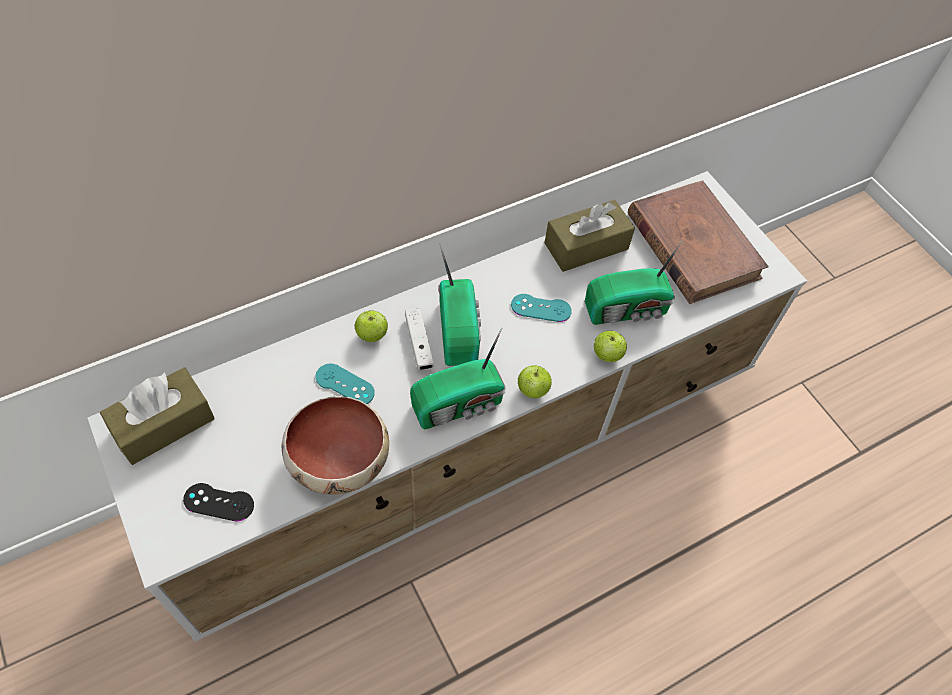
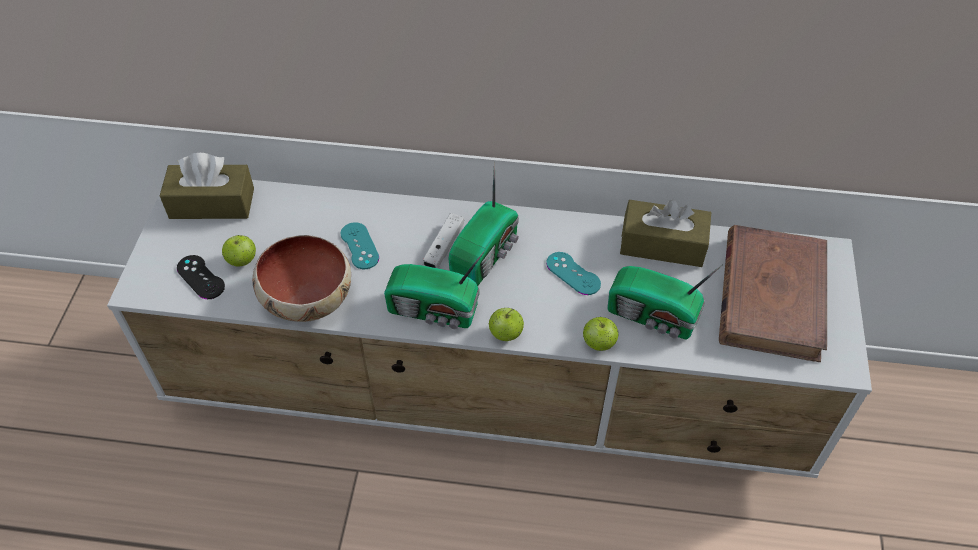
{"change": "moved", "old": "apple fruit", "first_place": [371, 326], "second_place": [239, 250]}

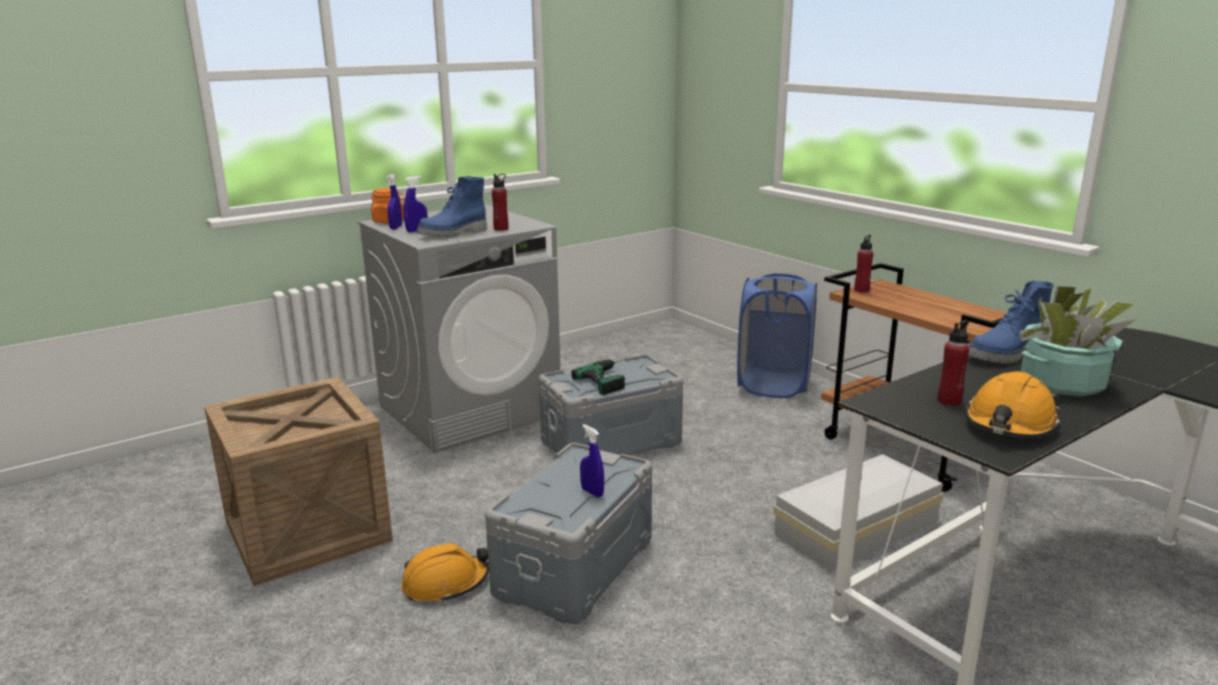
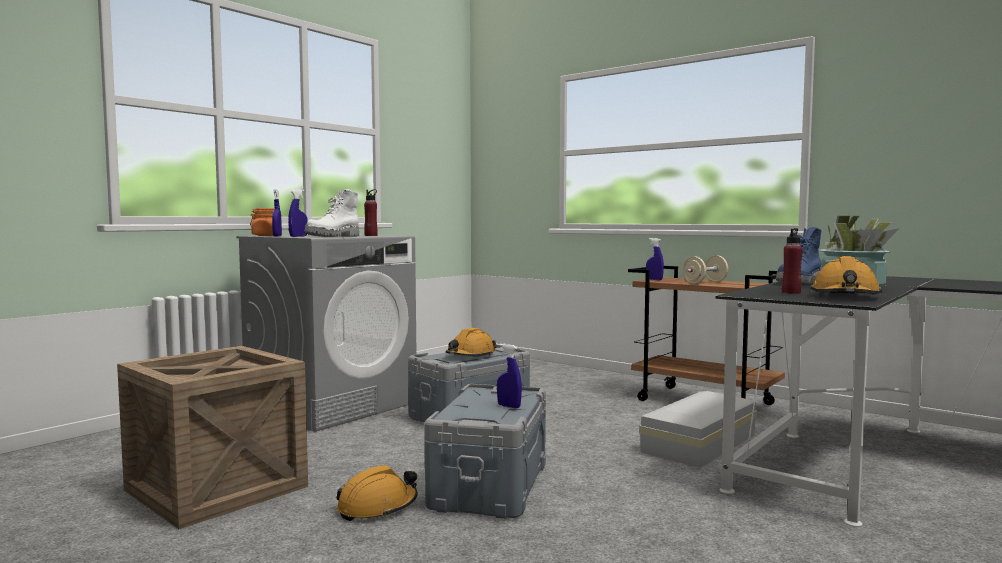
{"change": "recoloured", "old": "boot (blue)", "new": "boot (whitish)", "first_place": [452, 207], "second_place": [331, 213]}
{"change": "replaced", "old": "electric drill", "new": "work helmet (orange)", "first_place": [598, 377], "second_place": [471, 342]}
{"change": "removed", "old": "hamper (blue)", "first_place": [777, 335]}
{"change": "replaced", "old": "bottle (red)", "new": "sprayer (blue)", "first_place": [863, 264], "second_place": [655, 259]}
{"change": "added", "new": "dumbbell (beige-coloured)", "second_place": [705, 269]}

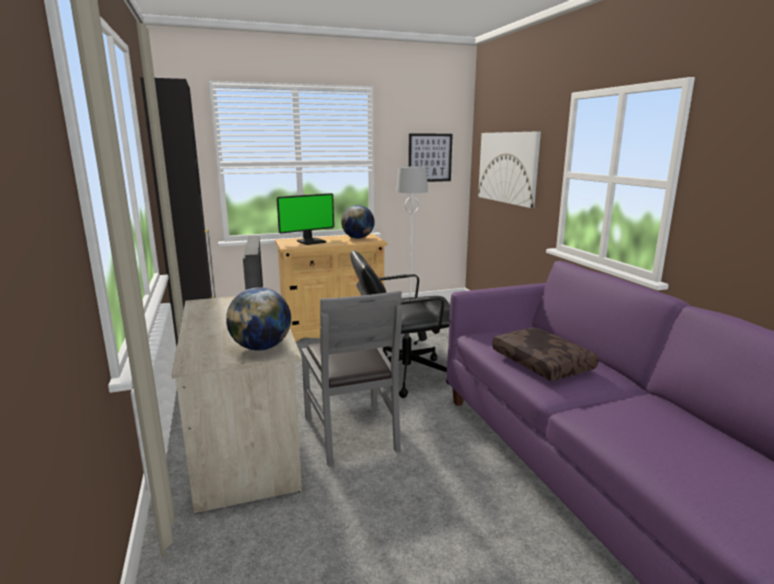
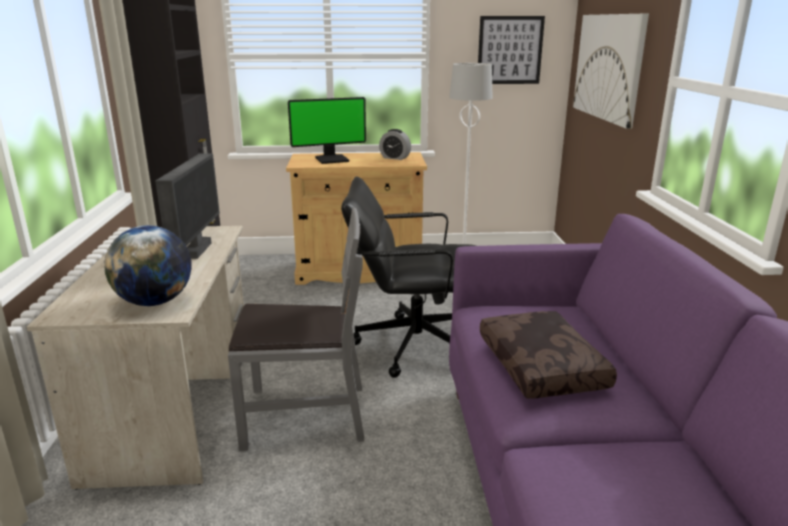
{"change": "turned", "old": "plain chair (gray)", "first_place": [352, 378], "second_place": [296, 329], "degrees": -90}
{"change": "replaced", "old": "globe", "new": "bedside clock", "first_place": [358, 222], "second_place": [395, 144]}

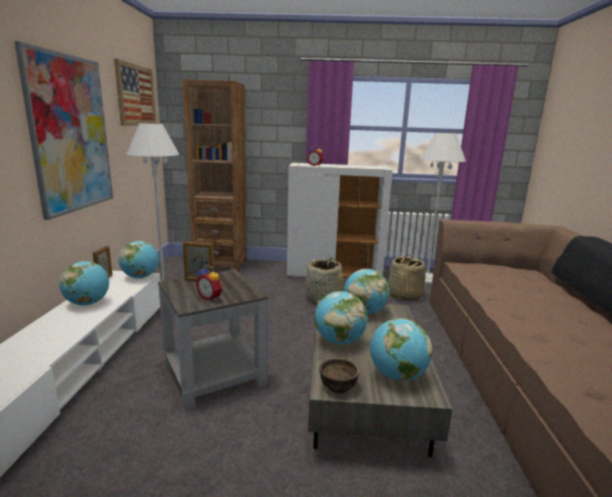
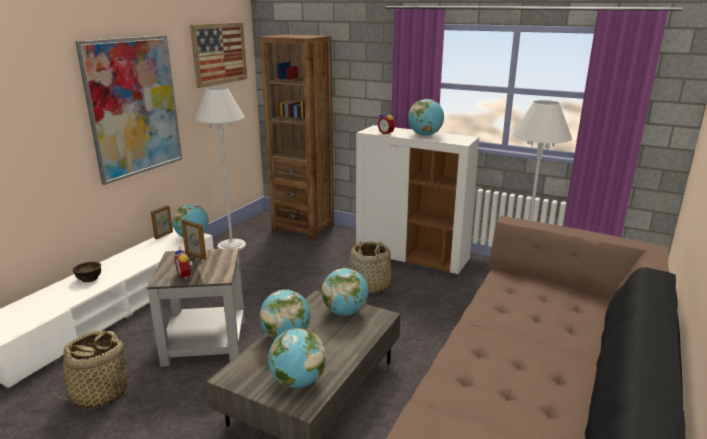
{"change": "moved", "old": "globe", "first_place": [84, 283], "second_place": [426, 117]}
{"change": "moved", "old": "serving bowl (brown)", "first_place": [339, 375], "second_place": [87, 271]}
{"change": "moved", "old": "household basket", "first_place": [406, 277], "second_place": [92, 369]}

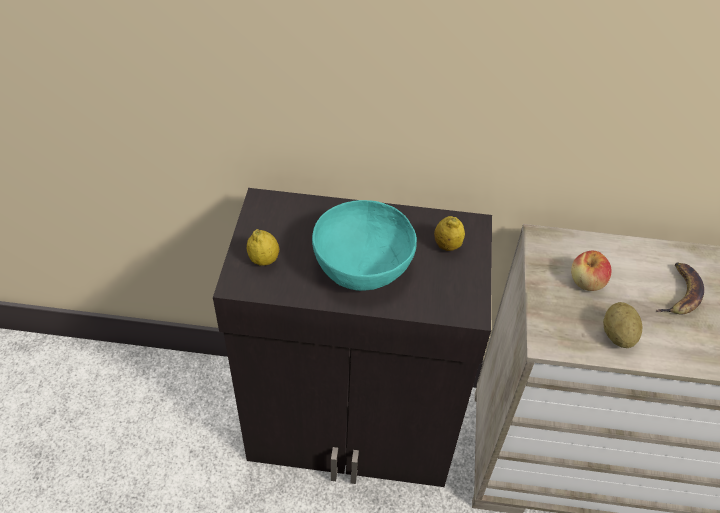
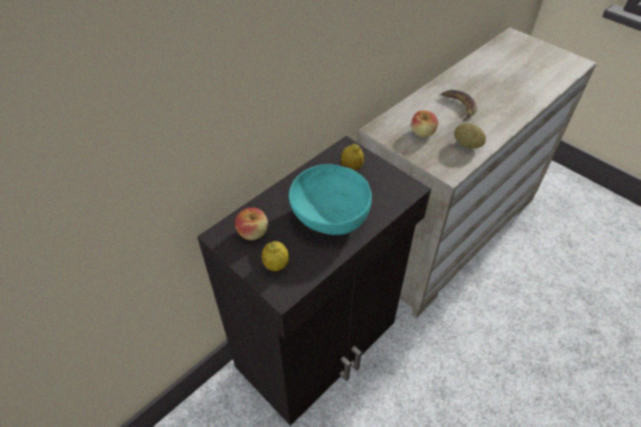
{"change": "added", "new": "apple fruit", "second_place": [251, 223]}

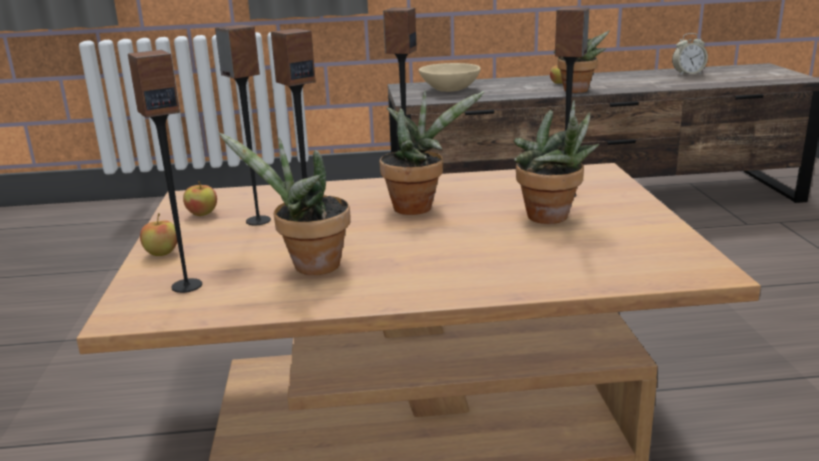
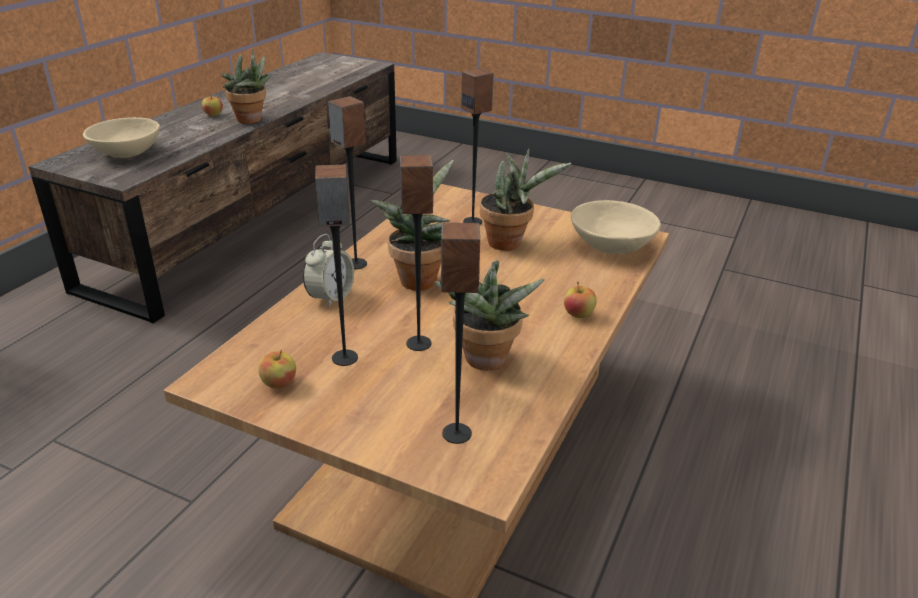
{"change": "moved", "old": "apple fruit", "first_place": [158, 234], "second_place": [580, 300]}
{"change": "moved", "old": "bedside clock", "first_place": [690, 54], "second_place": [328, 271]}
{"change": "added", "new": "serving bowl (beige-coloured)", "second_place": [616, 227]}

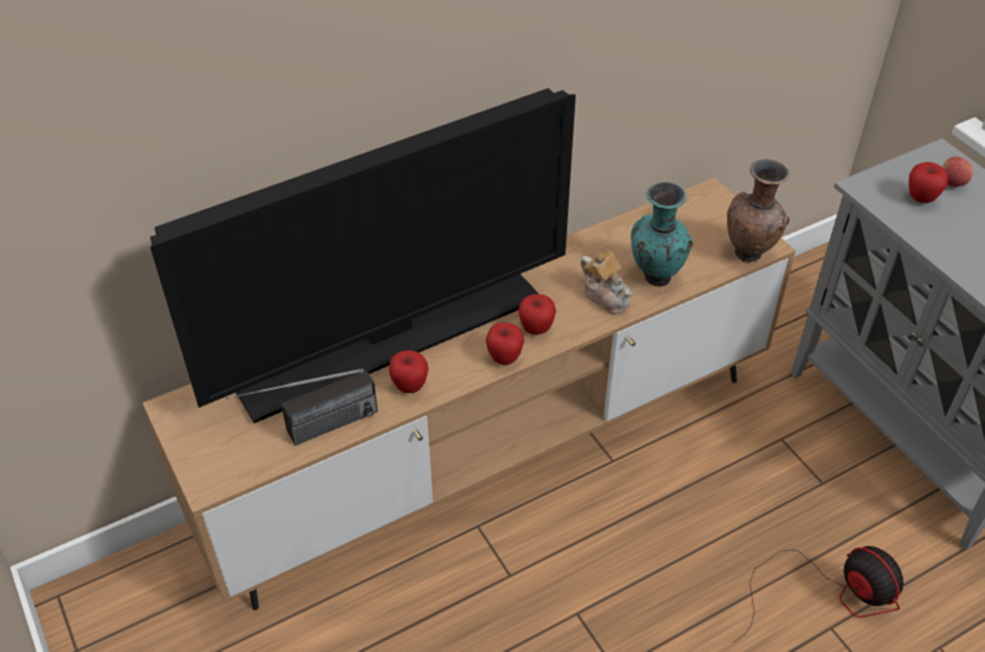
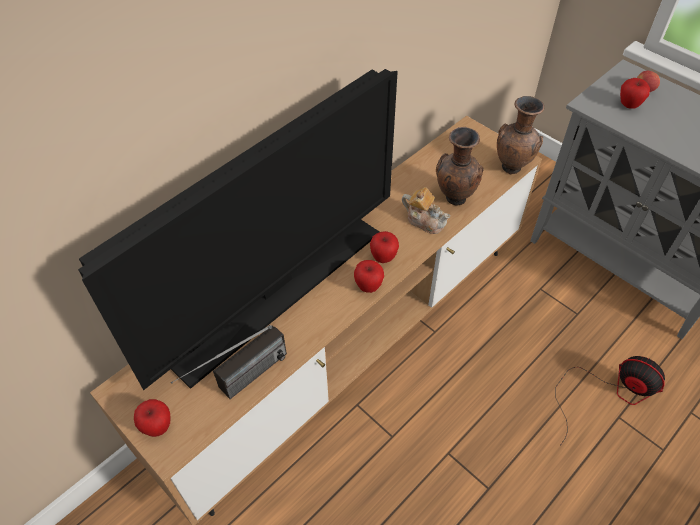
{"change": "moved", "old": "apple fruit", "first_place": [408, 371], "second_place": [152, 418]}
{"change": "recoloured", "old": "vase (turquoise-coloured)", "new": "vase (brown)", "first_place": [662, 234], "second_place": [459, 166]}

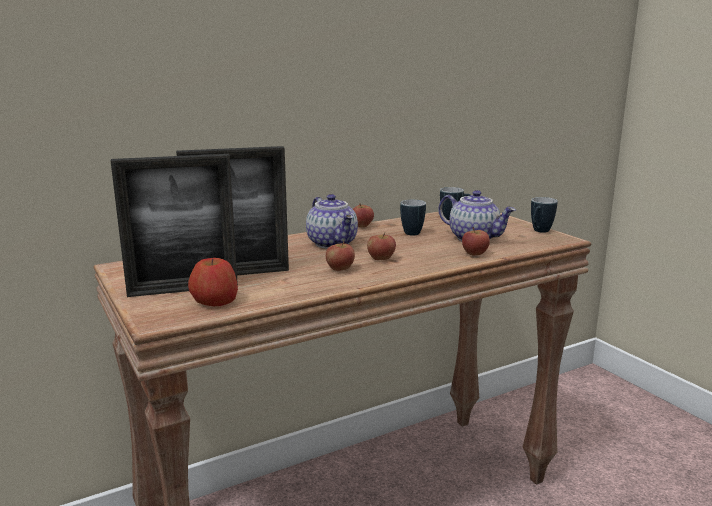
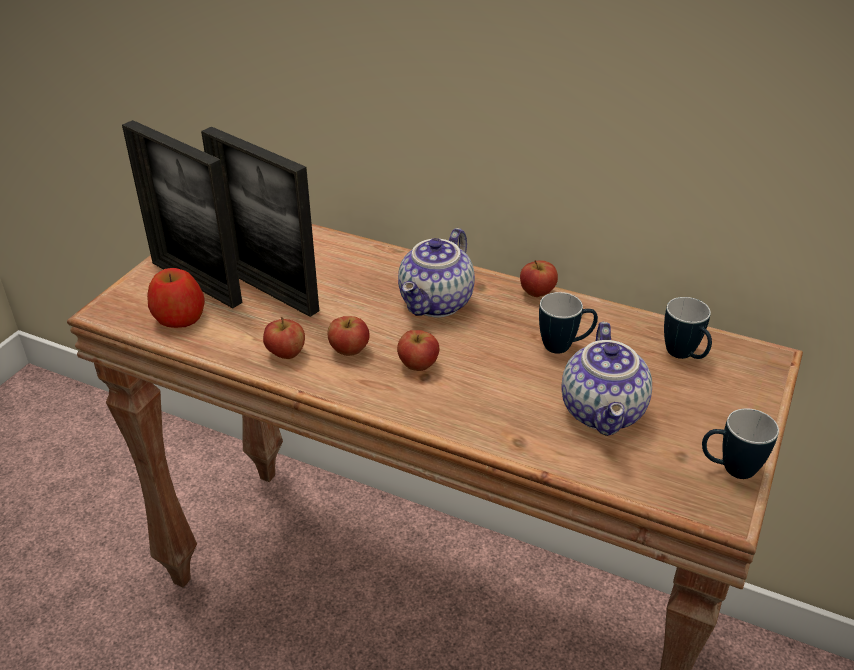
{"change": "moved", "old": "apple fruit", "first_place": [476, 241], "second_place": [284, 338]}

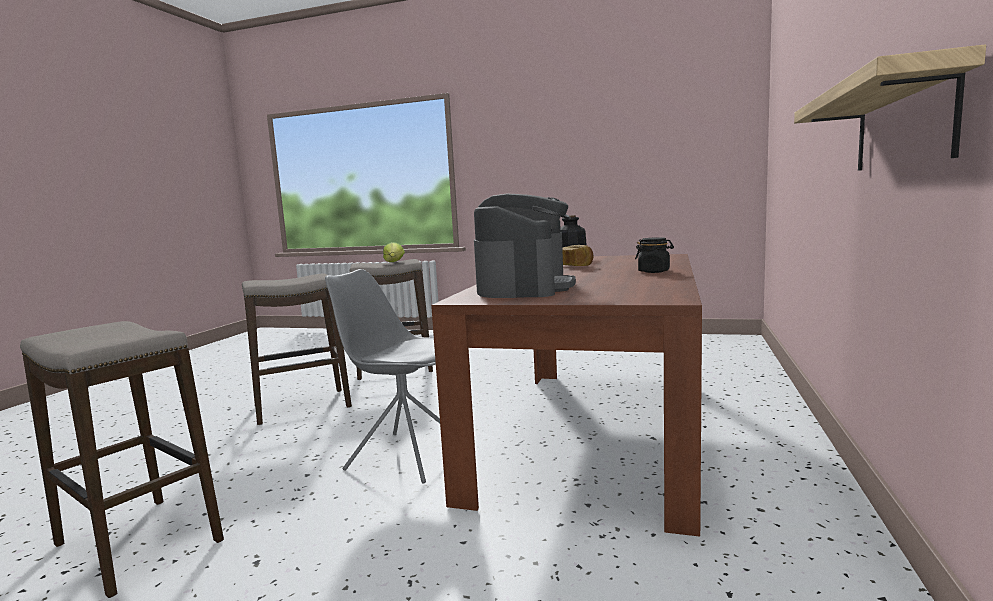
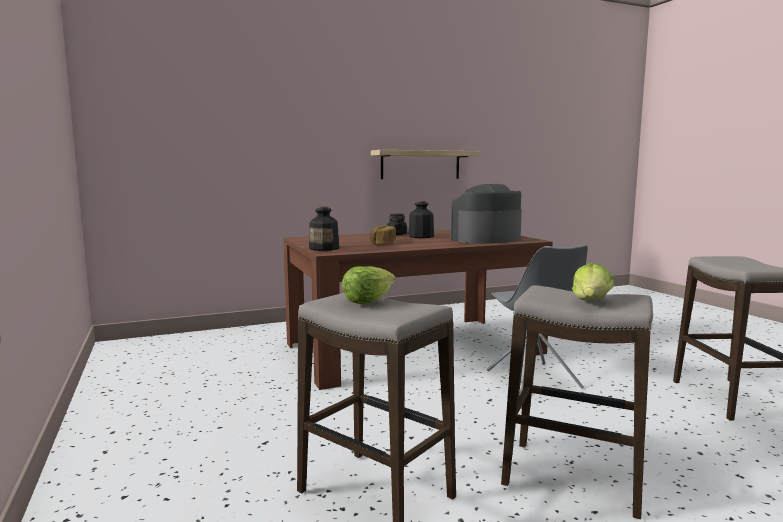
{"change": "added", "new": "bottle", "second_place": [421, 219]}
{"change": "added", "new": "lettuce", "second_place": [593, 281]}

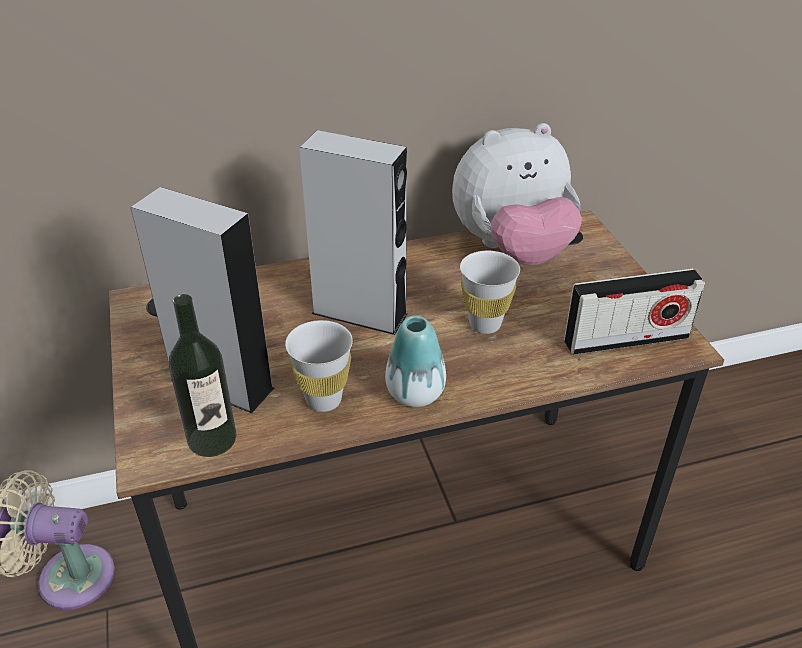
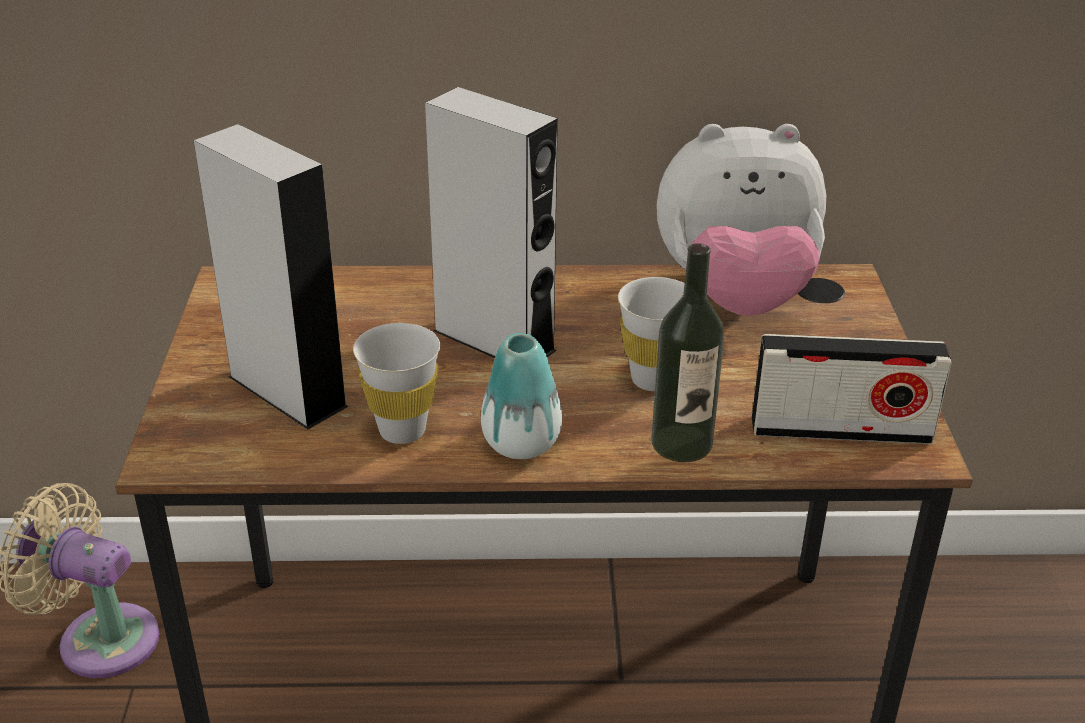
{"change": "moved", "old": "bottle", "first_place": [203, 375], "second_place": [687, 352]}

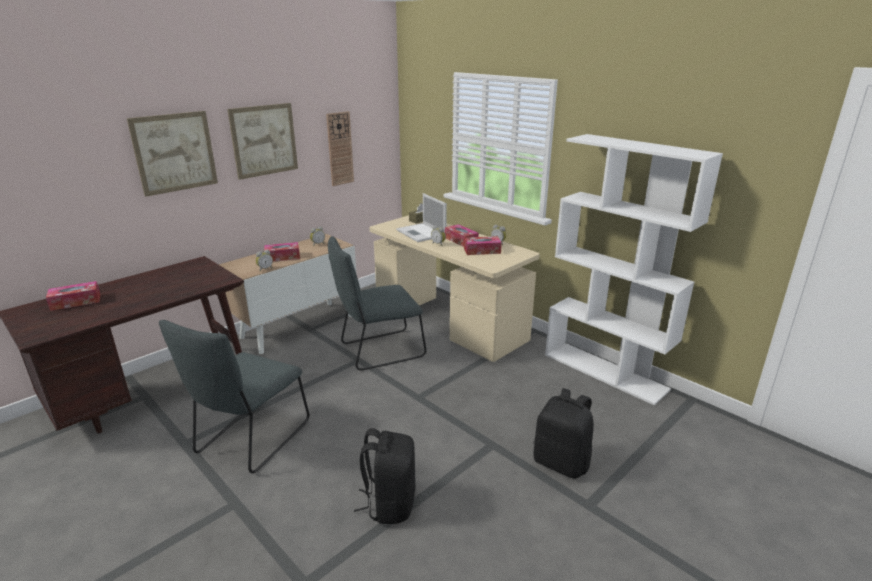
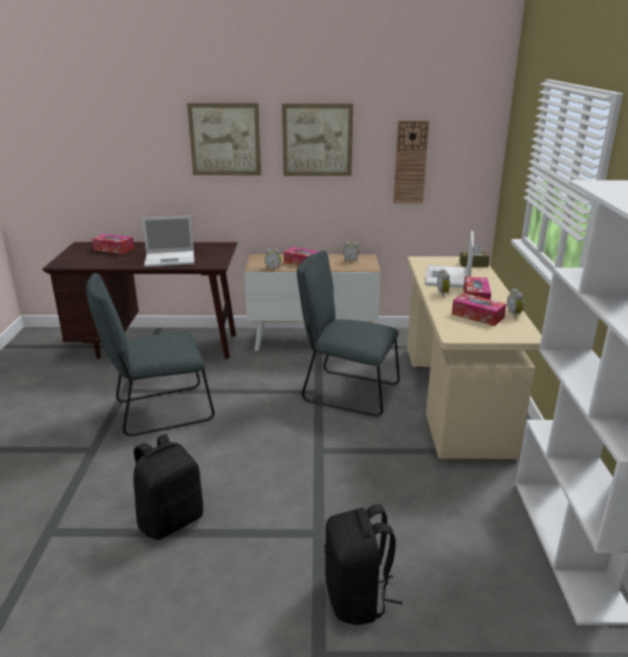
{"change": "added", "new": "portable computer", "second_place": [168, 241]}

